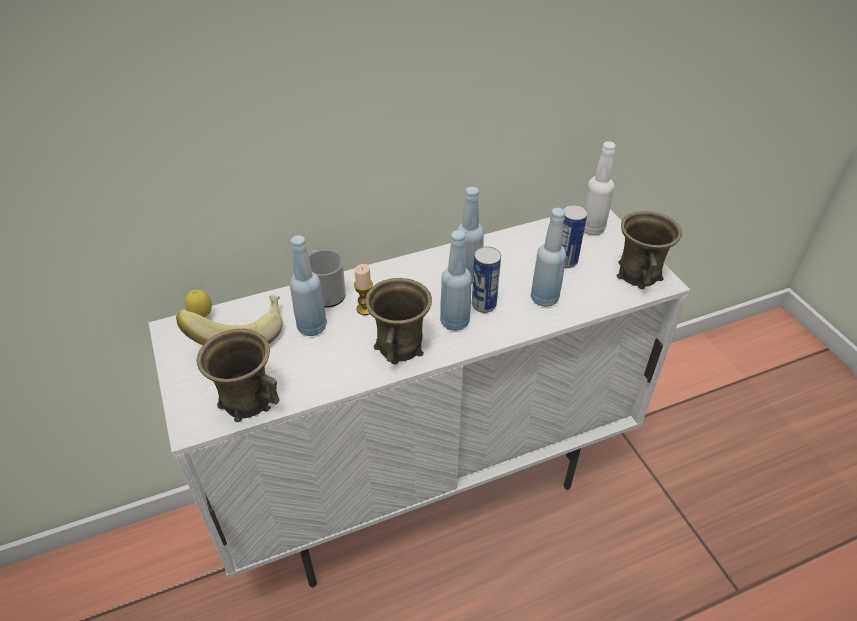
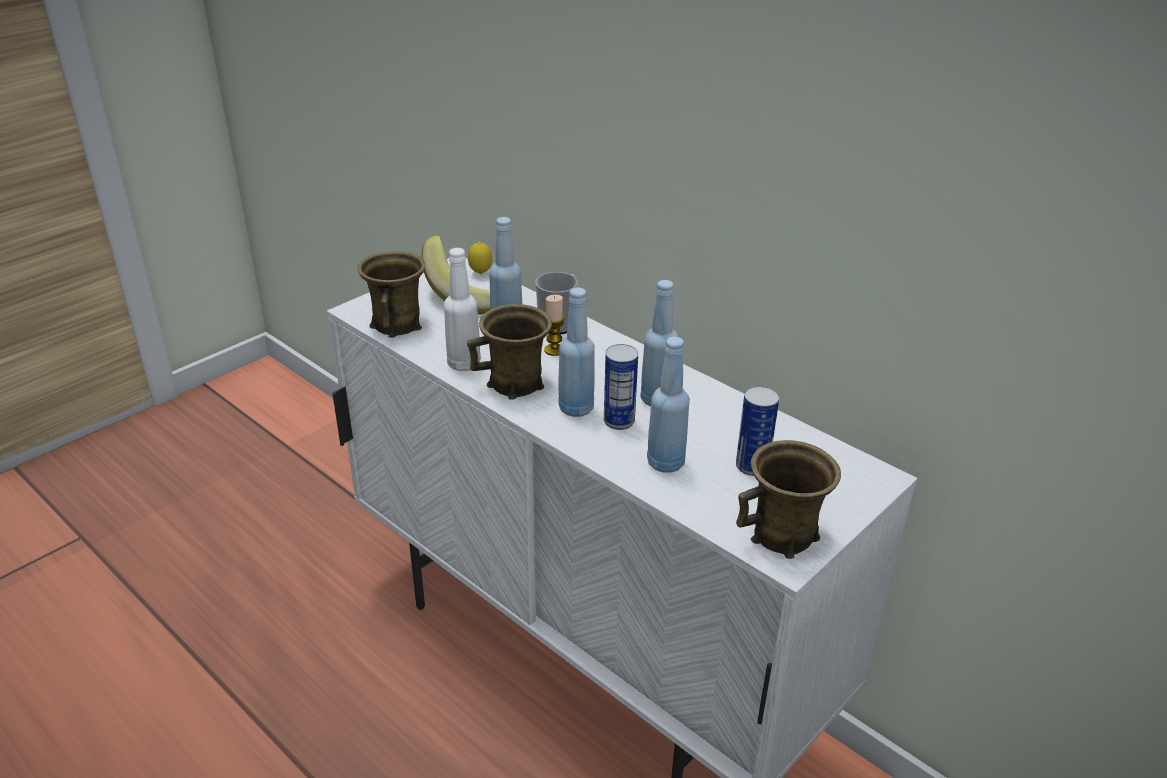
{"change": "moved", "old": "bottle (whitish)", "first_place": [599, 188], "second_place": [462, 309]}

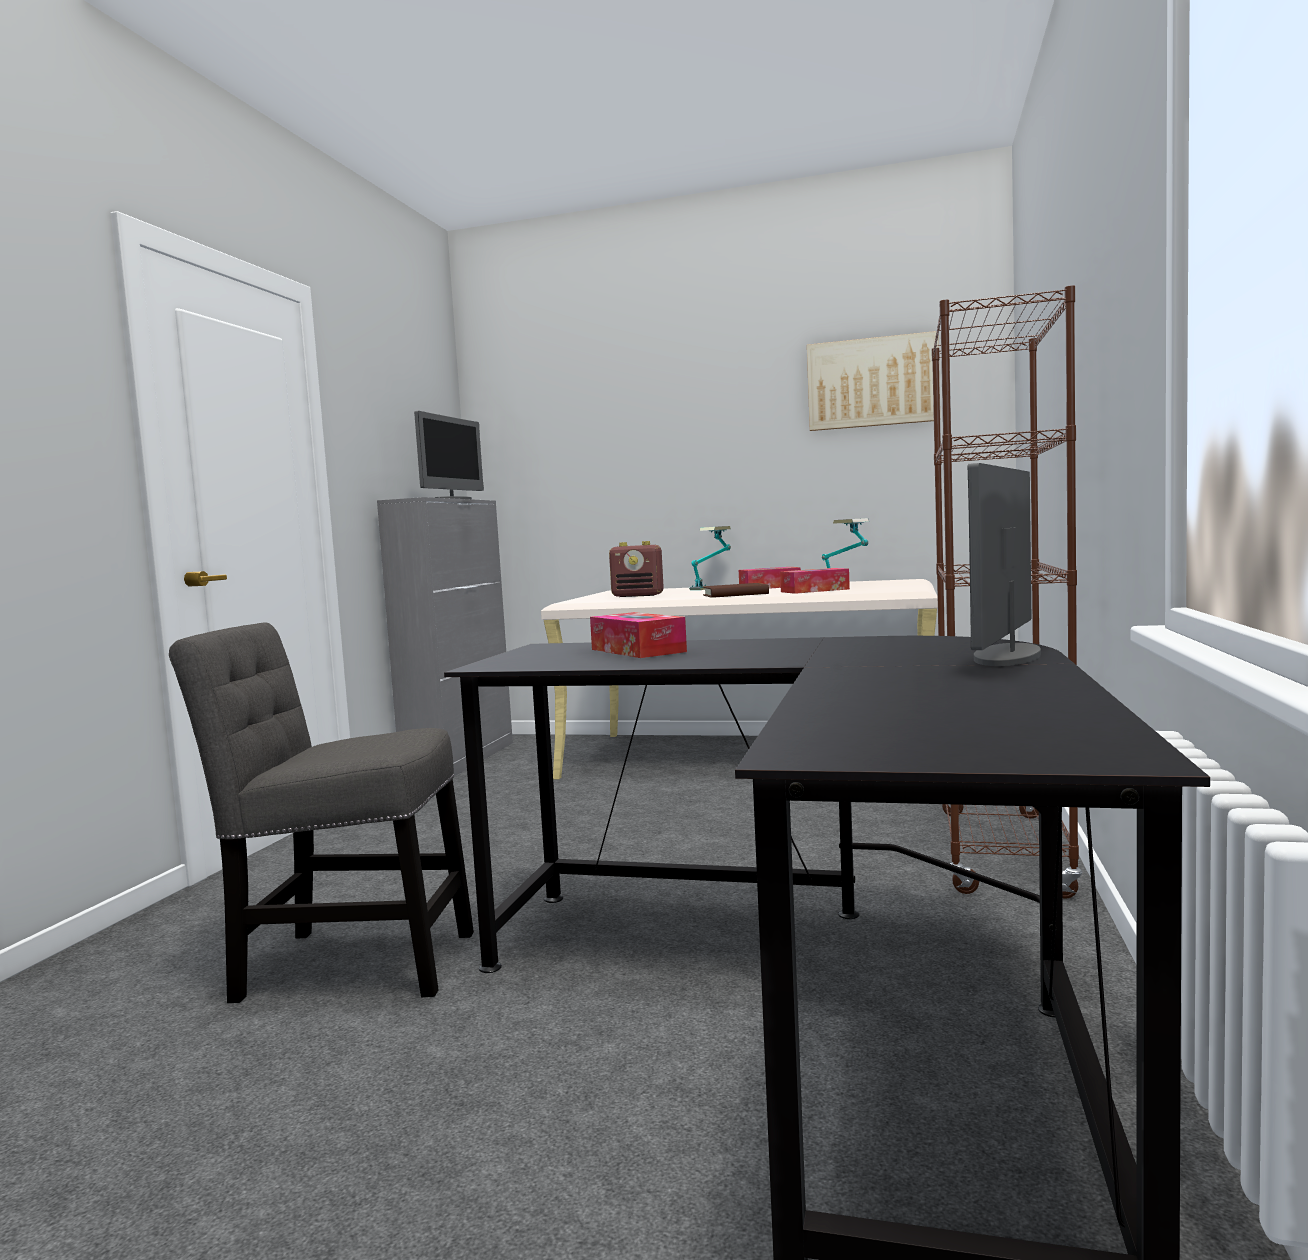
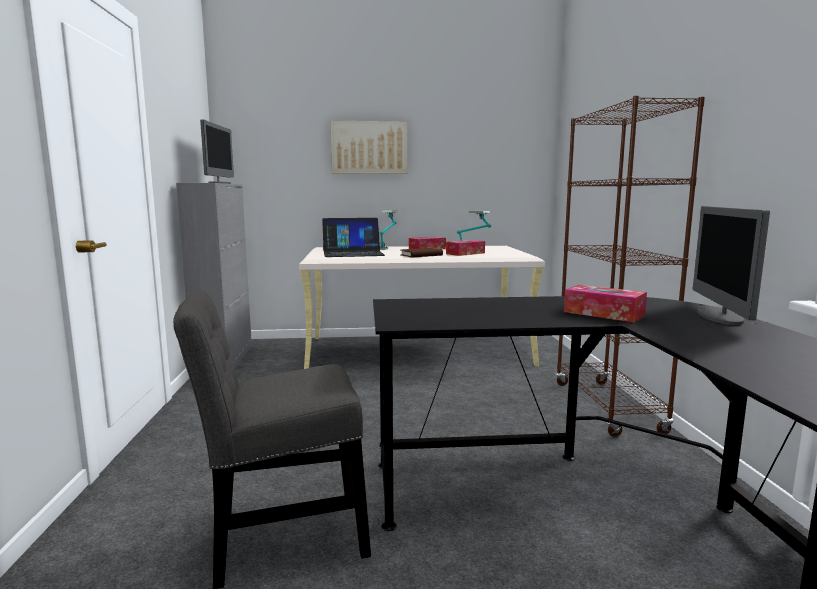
{"change": "moved", "old": "tissue box", "first_place": [638, 635], "second_place": [605, 303]}
{"change": "replaced", "old": "radio set", "new": "portable computer", "first_place": [636, 569], "second_place": [353, 237]}
{"change": "moved", "old": "wall picture", "first_place": [873, 381], "second_place": [369, 147]}

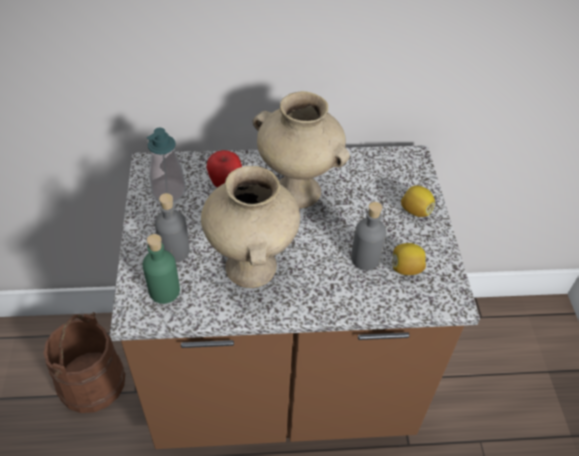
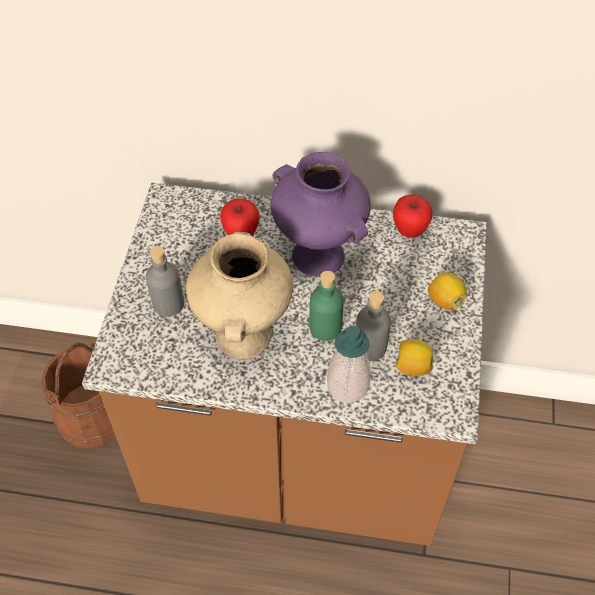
{"change": "moved", "old": "bottle (greenish)", "first_place": [161, 269], "second_place": [327, 306]}
{"change": "moved", "old": "liquid soap bottle", "first_place": [166, 165], "second_place": [348, 364]}
{"change": "recoloured", "old": "vase (beige-coloured)", "new": "vase (purple)", "first_place": [301, 149], "second_place": [321, 214]}
{"change": "added", "new": "apple fruit", "second_place": [413, 216]}

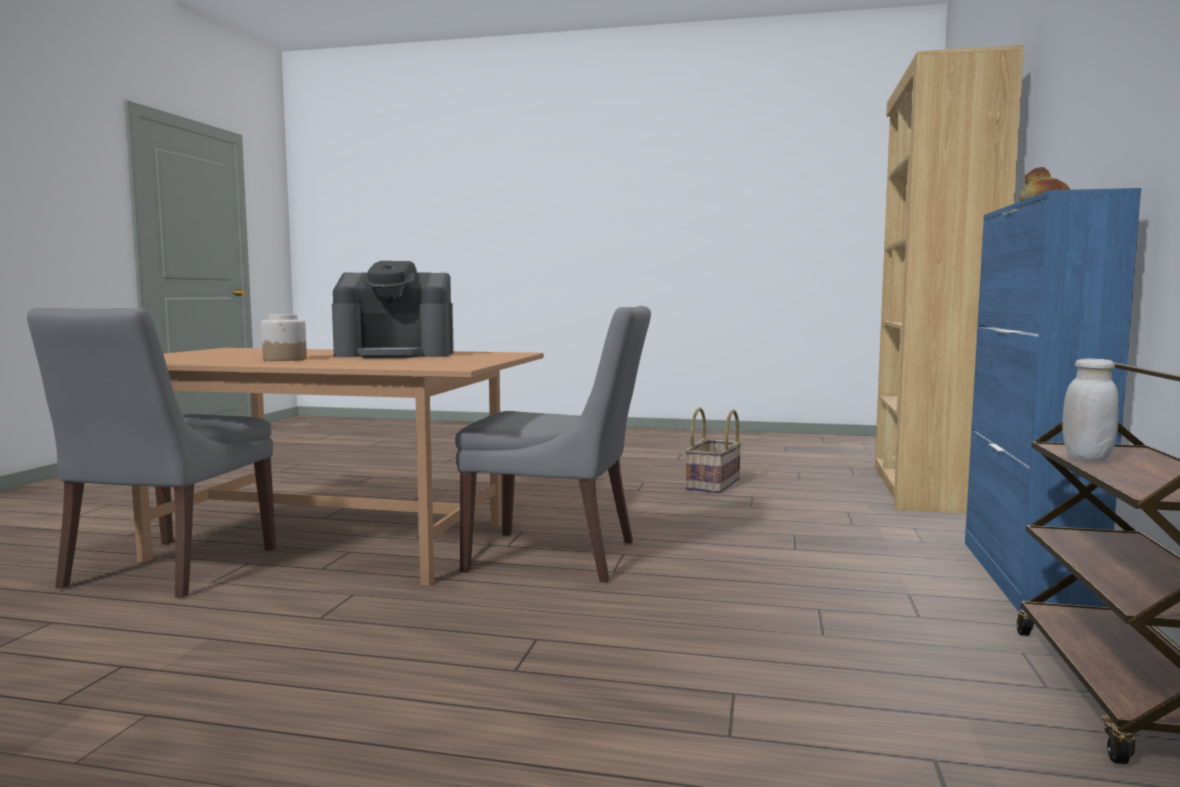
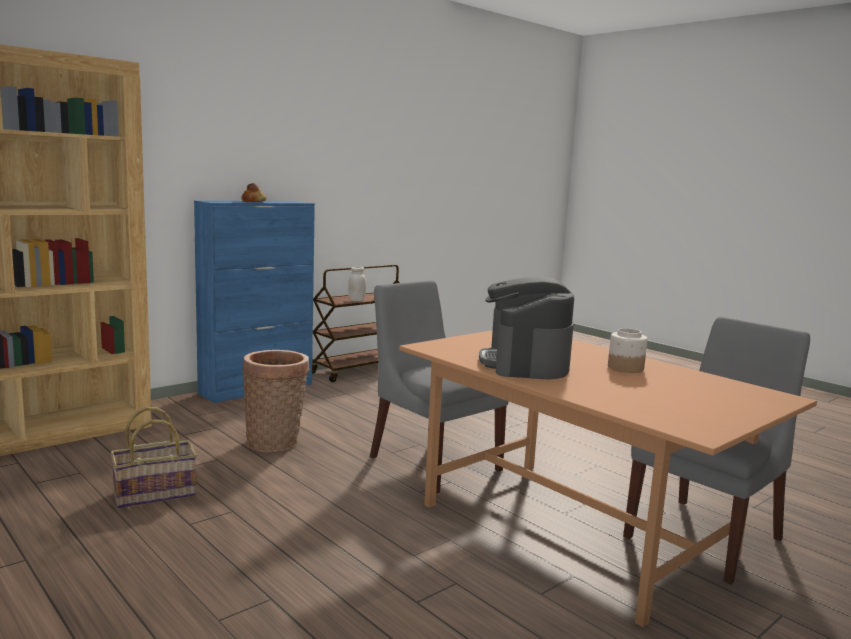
{"change": "turned", "old": "coffee machine", "first_place": [393, 309], "second_place": [526, 328], "degrees": -120}
{"change": "added", "new": "household basket", "second_place": [276, 401]}

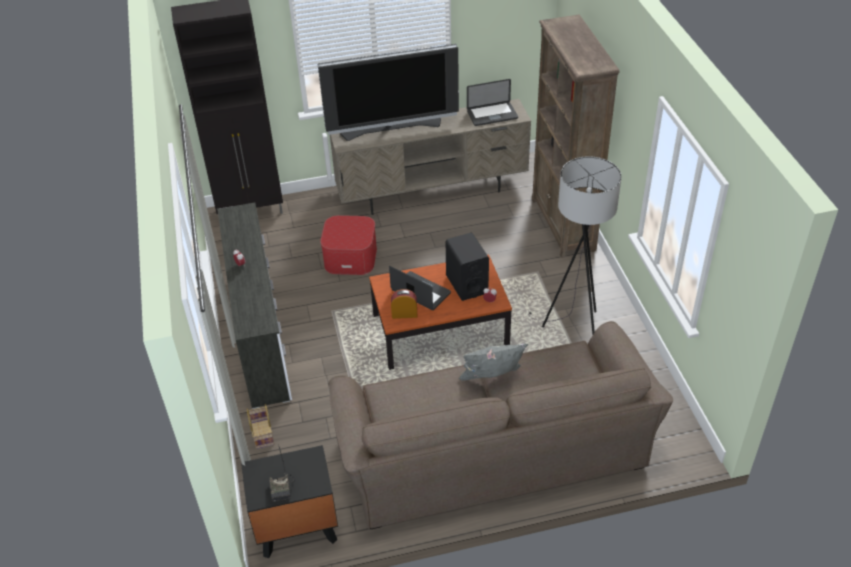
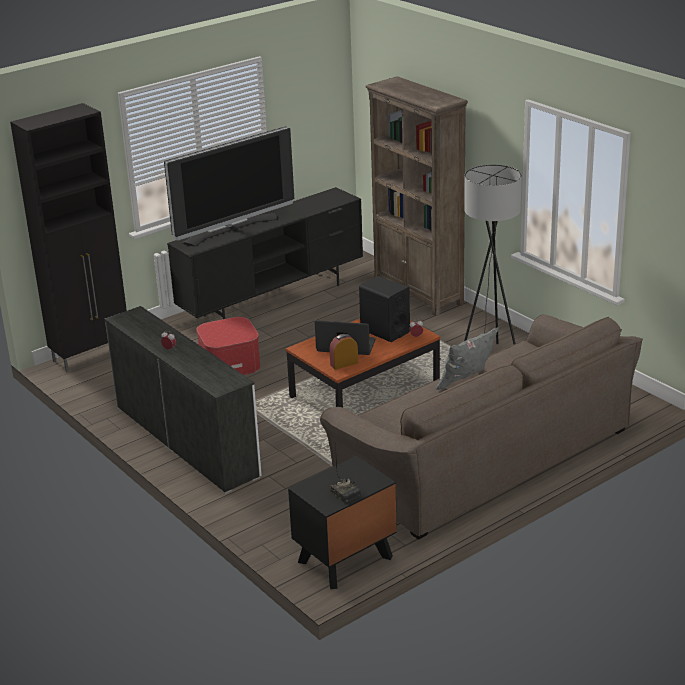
{"change": "removed", "old": "household basket", "first_place": [260, 426]}
{"change": "recoloured", "old": "tv stand (beige-coloured)", "new": "tv stand (black)", "first_place": [430, 157], "second_place": [265, 253]}
{"change": "removed", "old": "portable computer", "first_place": [492, 102]}

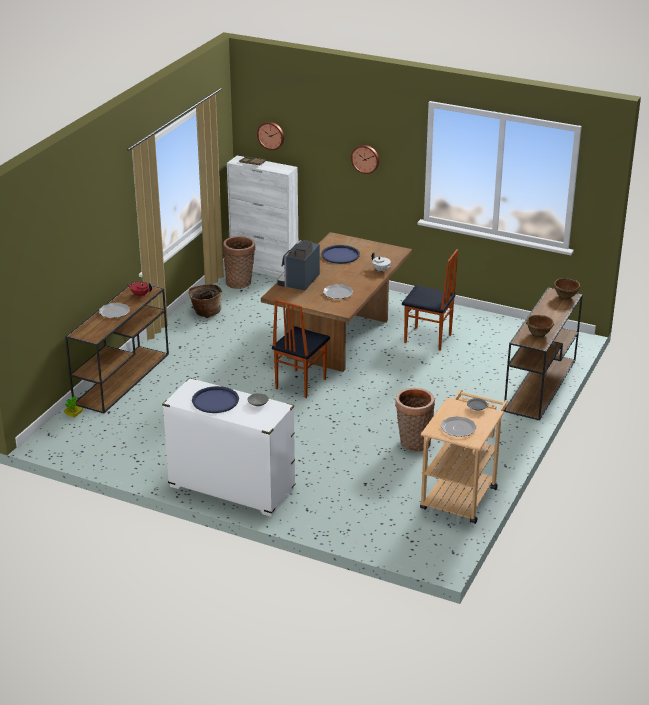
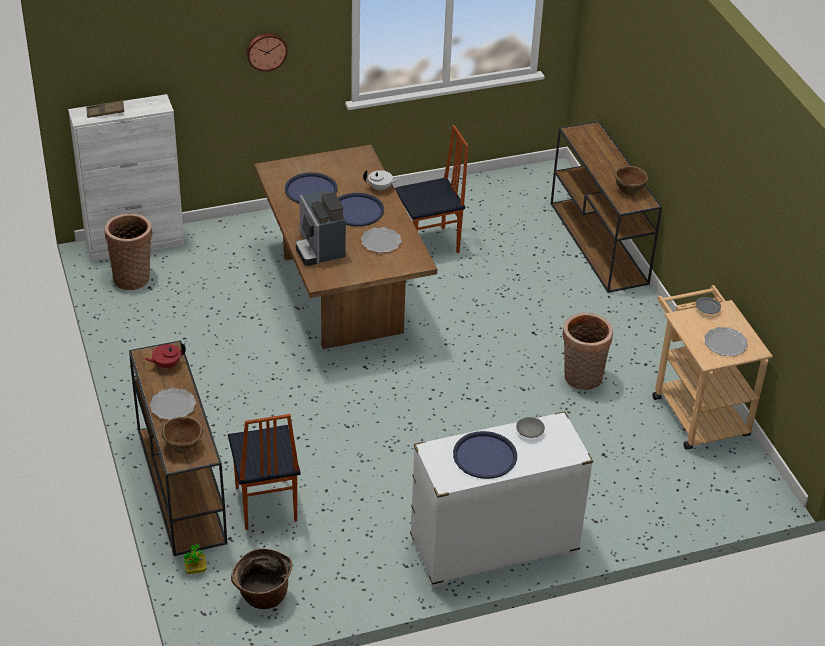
{"change": "moved", "old": "household basket", "first_place": [205, 301], "second_place": [261, 578]}
{"change": "removed", "old": "hanging clock", "first_place": [270, 136]}
{"change": "moved", "old": "plain chair", "first_place": [301, 348], "second_place": [264, 472]}
{"change": "moved", "old": "serving bowl (brown)", "first_place": [567, 289], "second_place": [183, 434]}
{"change": "added", "new": "serving tray (blue)", "second_place": [361, 209]}

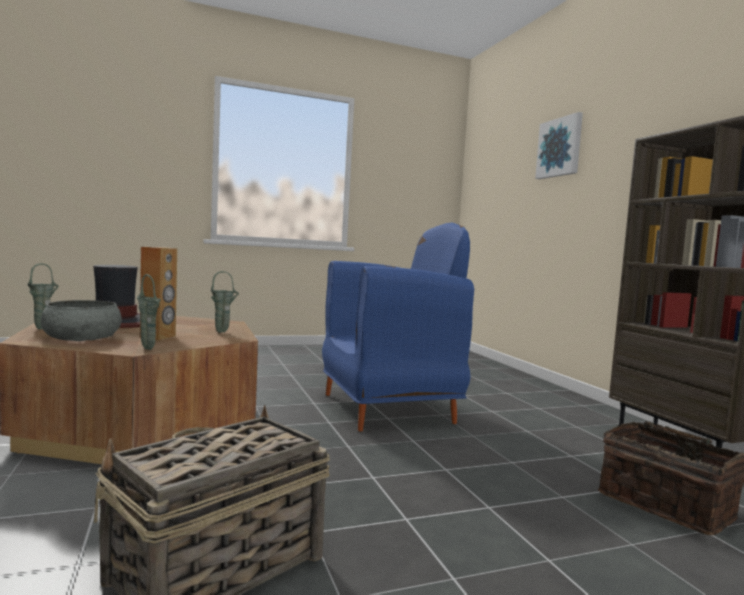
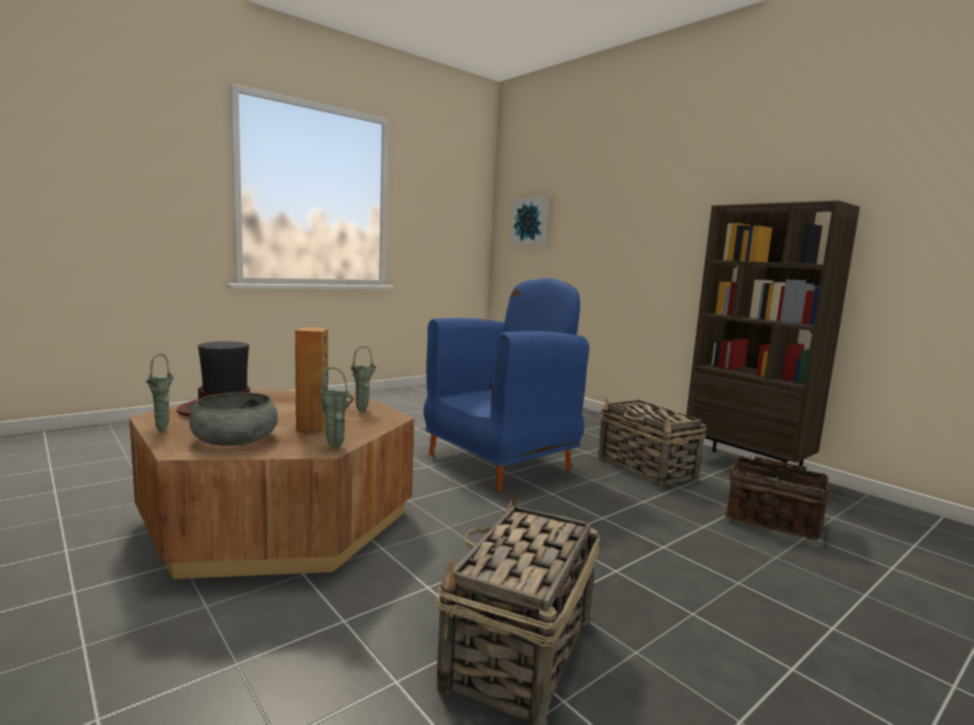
{"change": "moved", "old": "wall picture", "first_place": [559, 145], "second_place": [530, 221]}
{"change": "added", "new": "household basket", "second_place": [652, 443]}

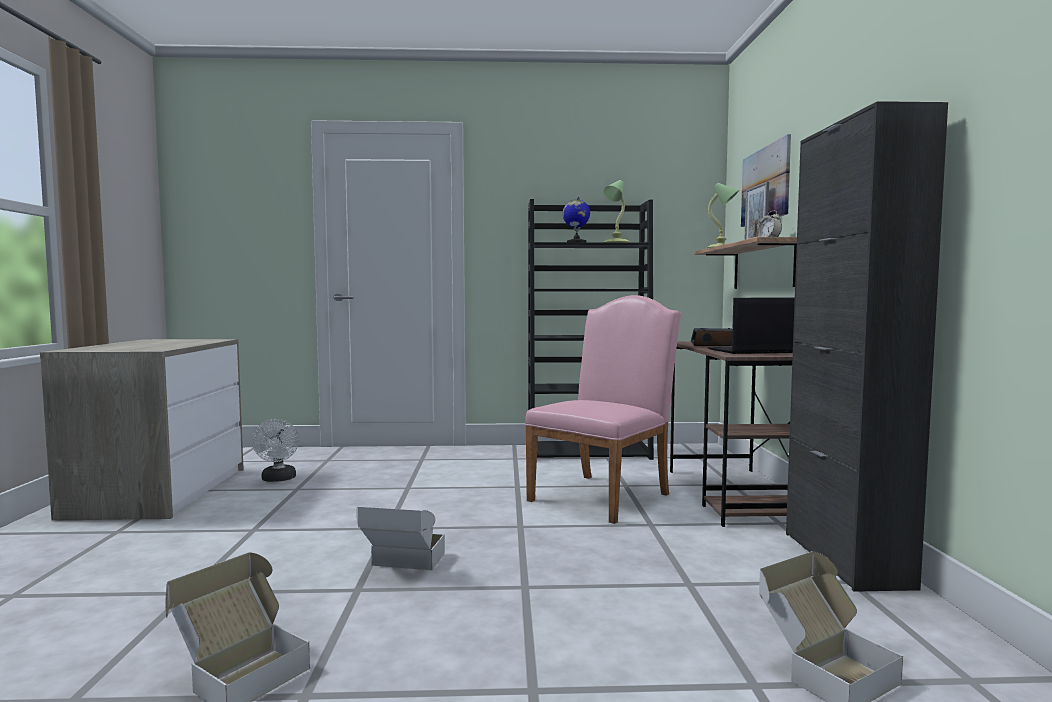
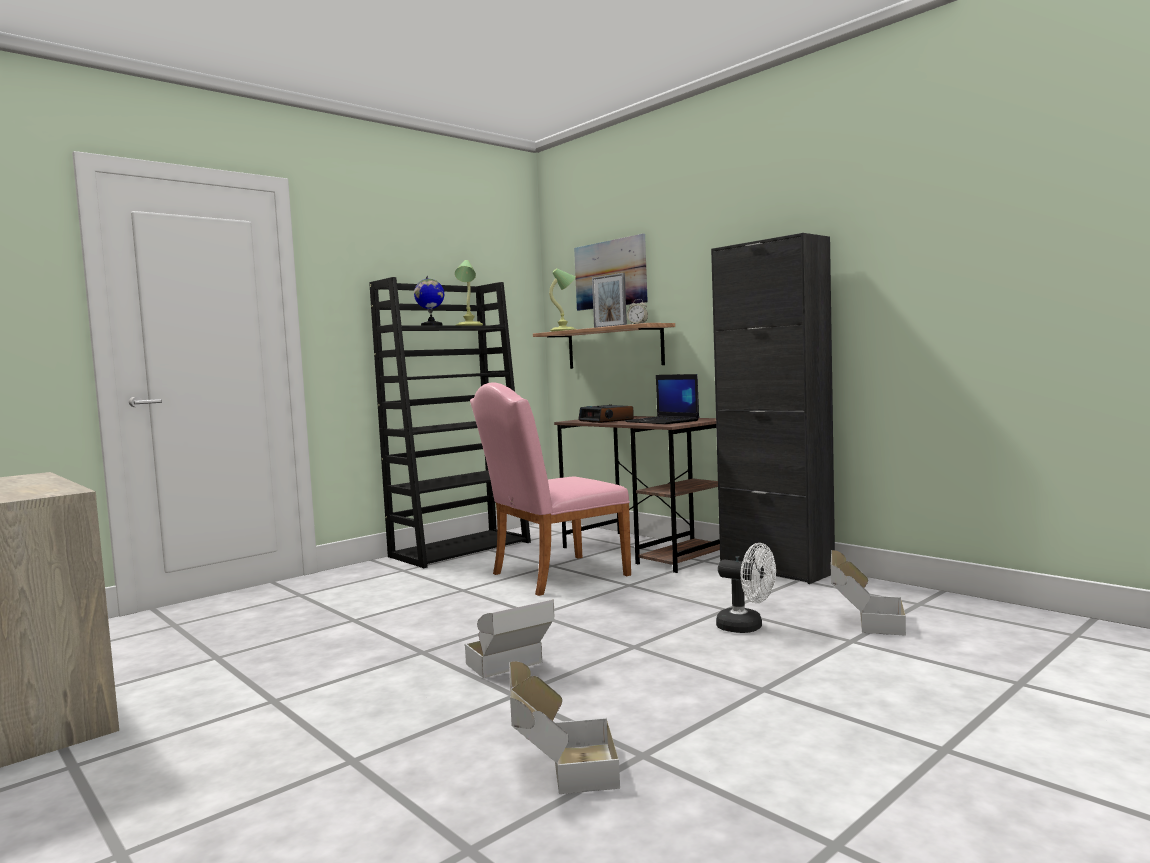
{"change": "moved", "old": "fan (whitish)", "first_place": [275, 450], "second_place": [746, 588]}
{"change": "turned", "old": "plain chair (pinkish)", "first_place": [603, 409], "second_place": [550, 489], "degrees": -120}
{"change": "turned", "old": "portable computer", "first_place": [751, 325], "second_place": [662, 399], "degrees": -75}

